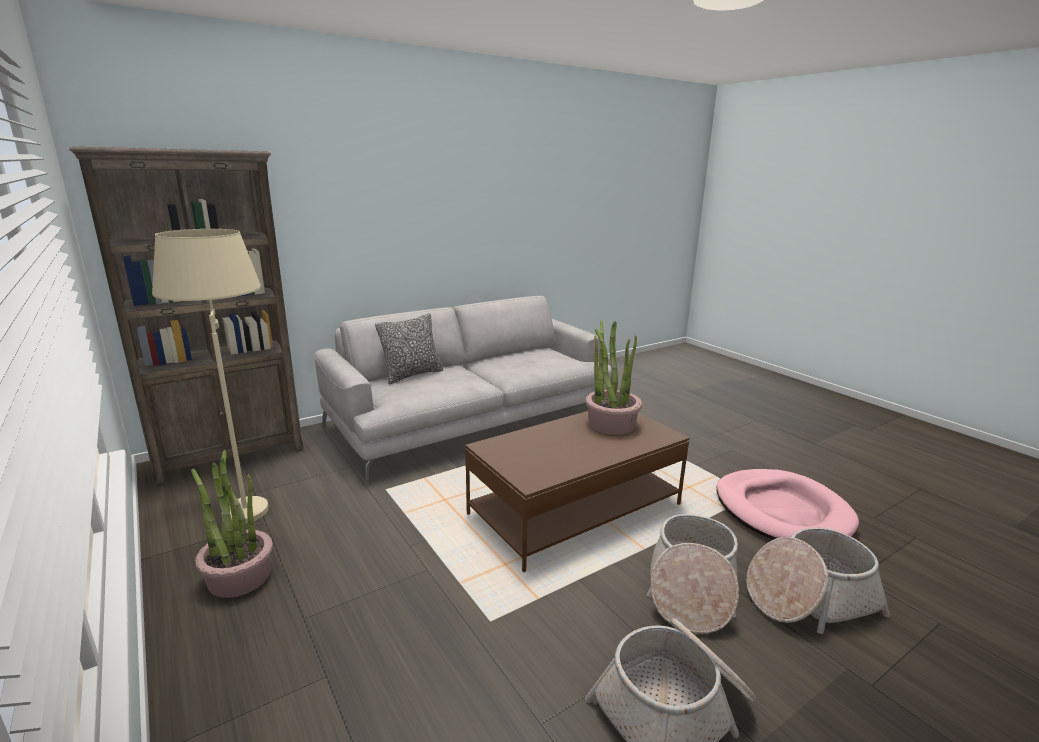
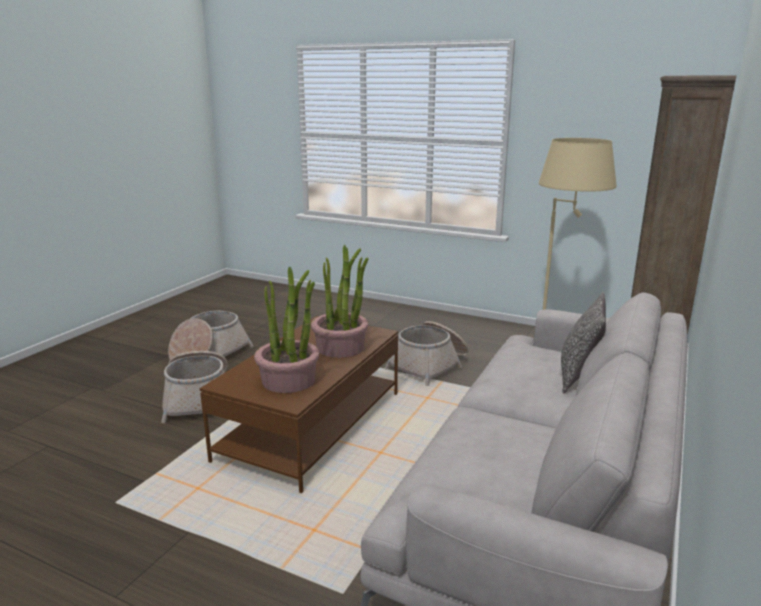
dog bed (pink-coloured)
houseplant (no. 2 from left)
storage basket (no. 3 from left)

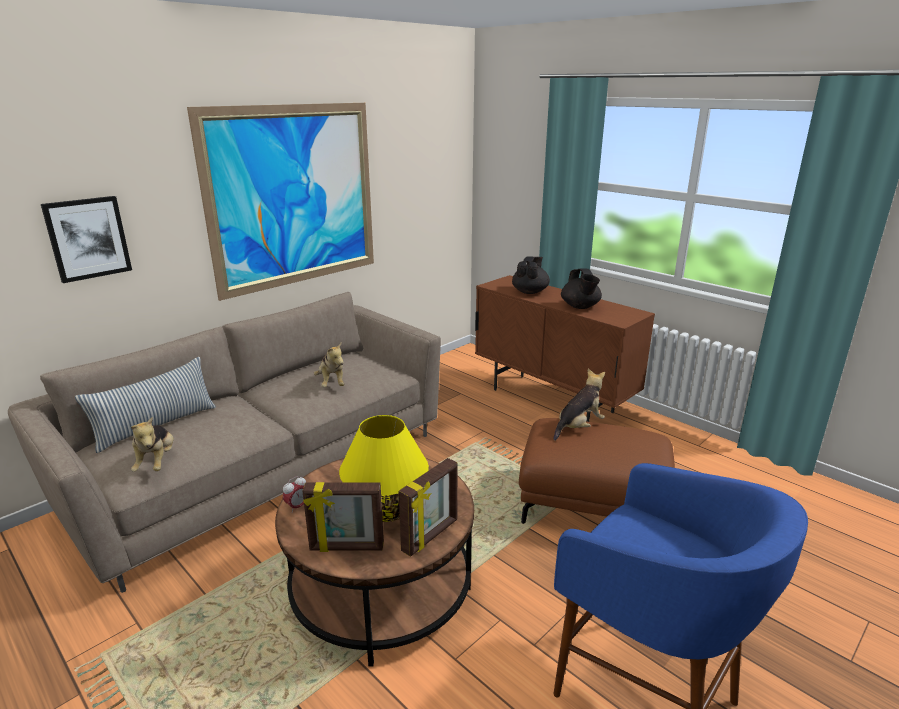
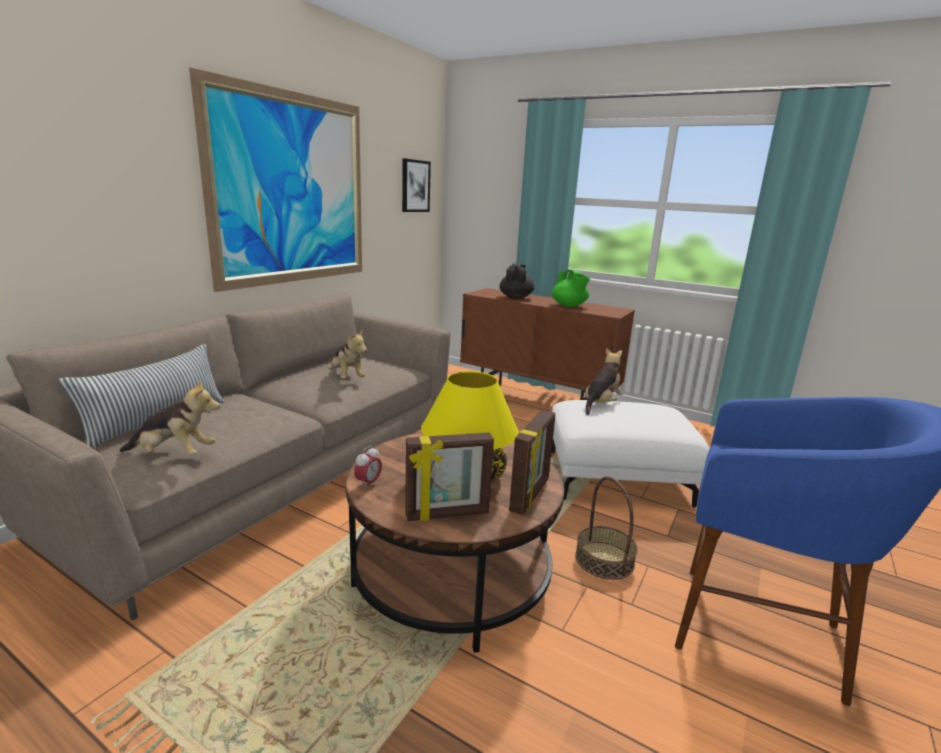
storage basket
wall picture (no. 2 from left)
footrest (whitish)
tea pot (green-coloured)
soft toy (no. 1 from left)

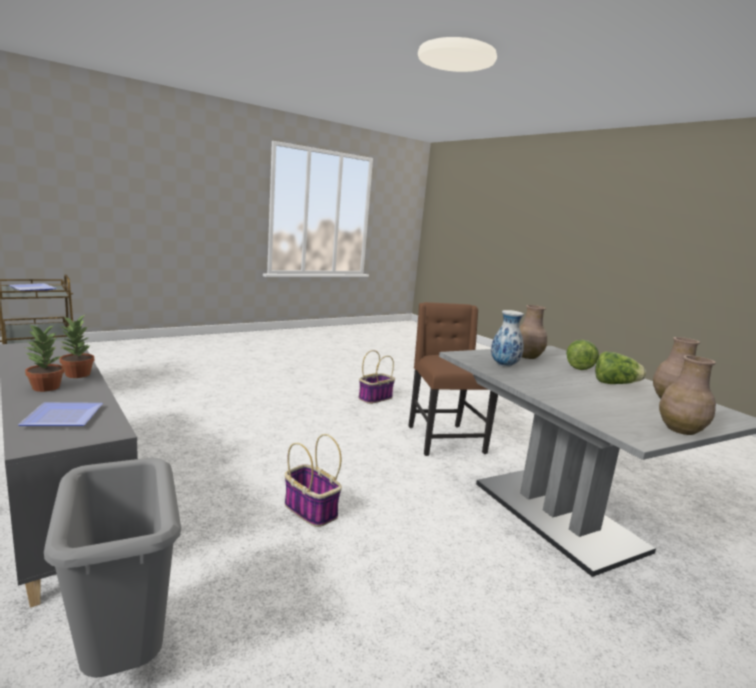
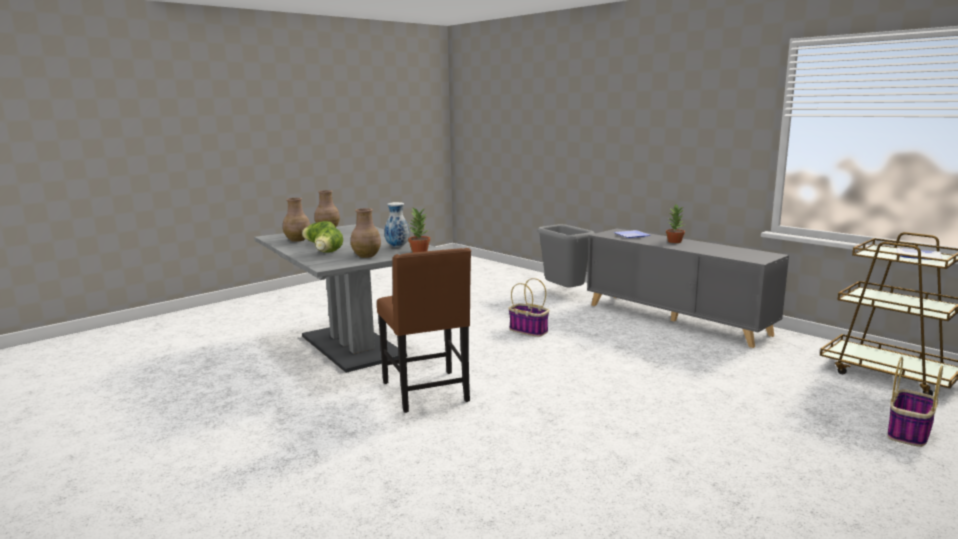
houseplant (no. 1 from left)
storage basket (no. 2 from left)

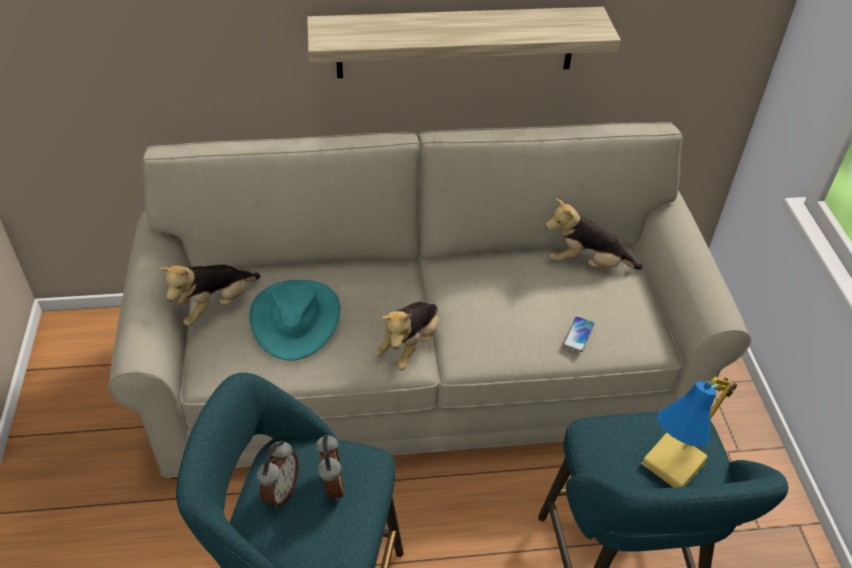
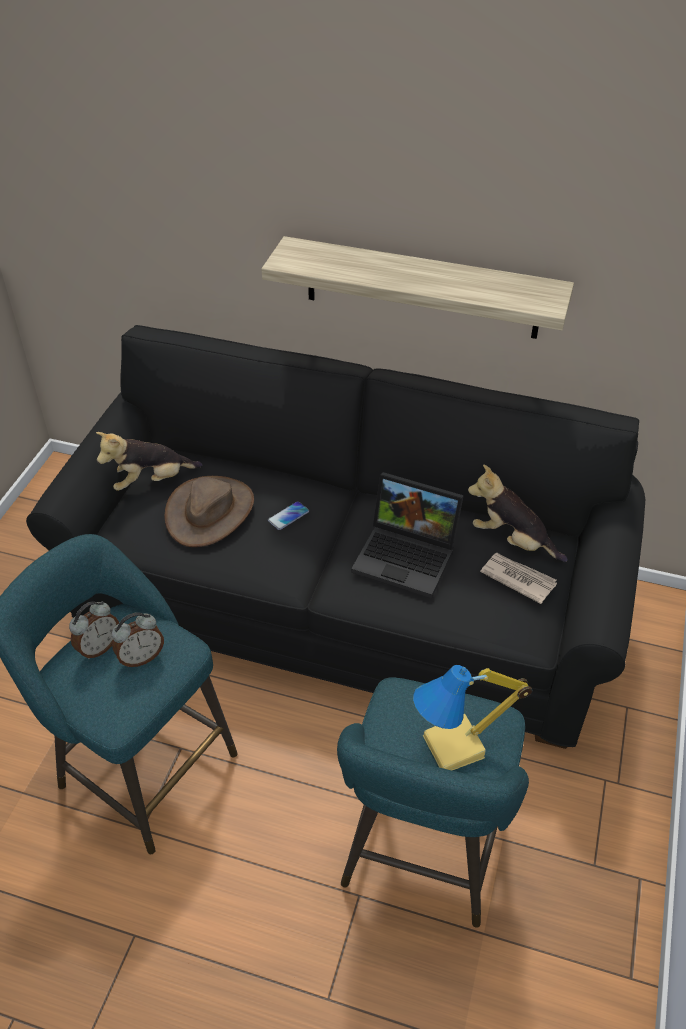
soft toy (no. 2 from left in the first image)
notebook computer
printed paper
telephone
settee (black-coloured)
clothing hat (brownish)
table clock (no. 2 from left)

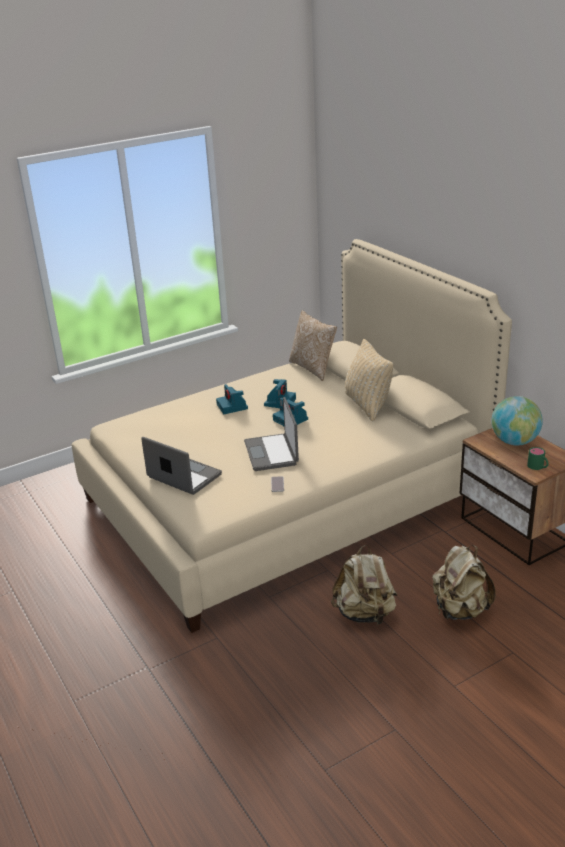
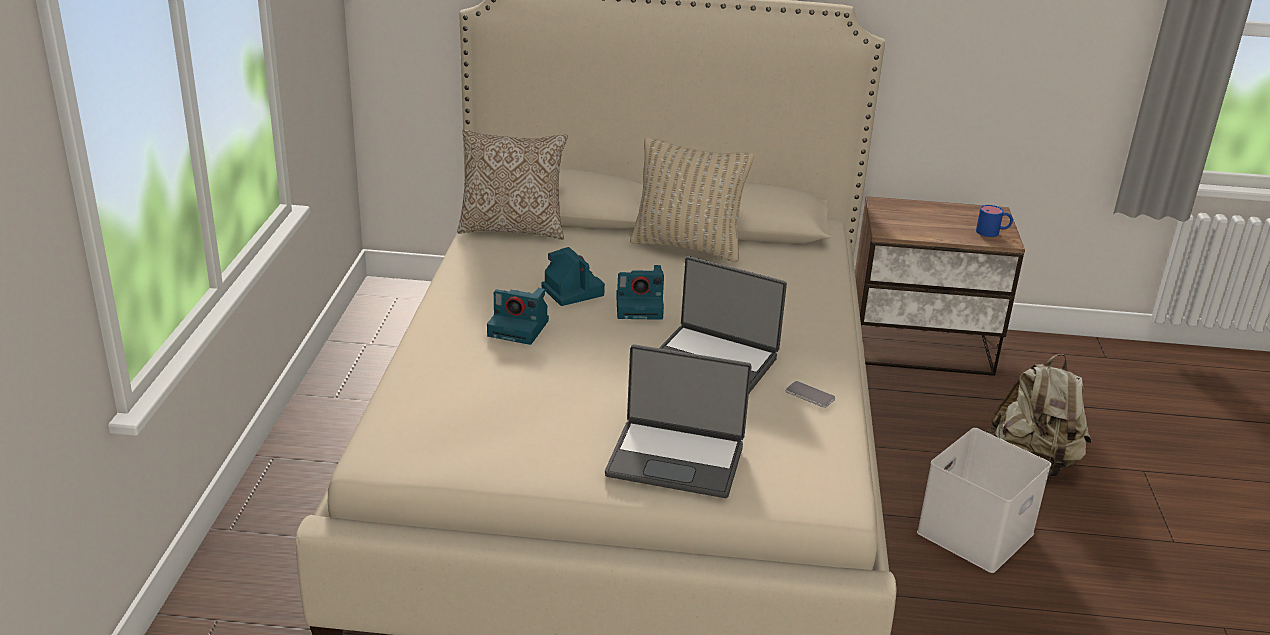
world globe
storage container (whitish)
coffee mug (bluish)
notebook computer (no. 1 from left)

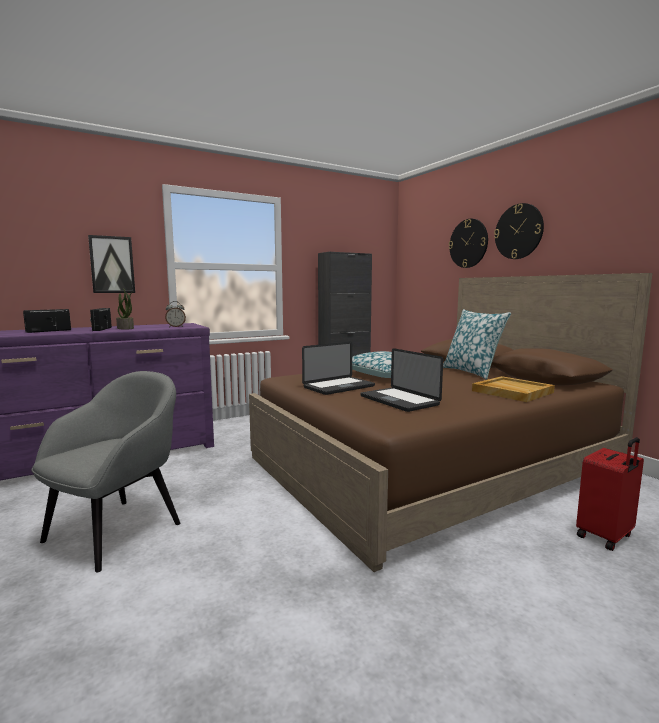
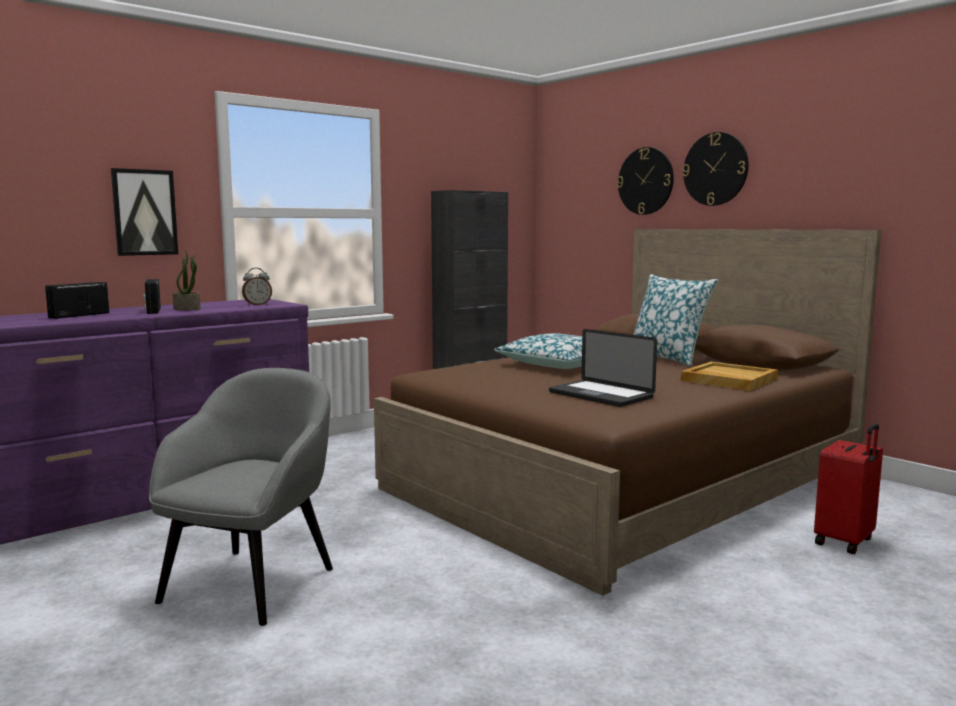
notebook computer (no. 1 from left in the first image)

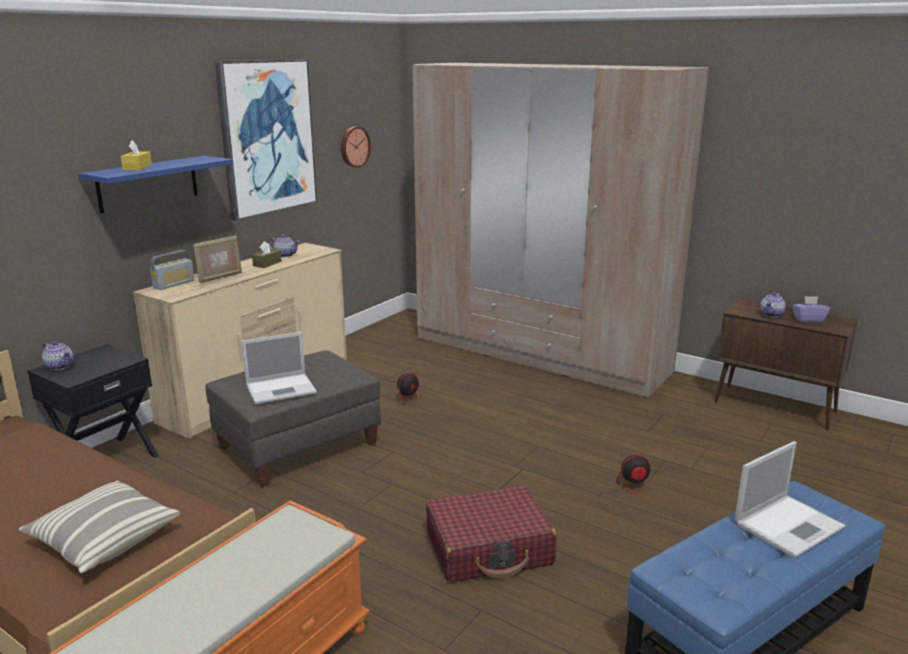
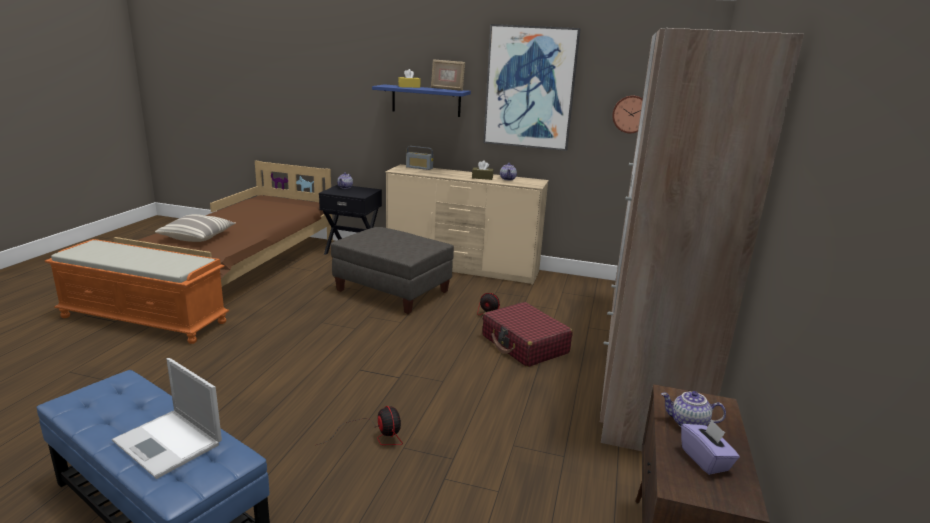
notebook computer (no. 1 from left in the first image)
photo frame
suitcase (red)

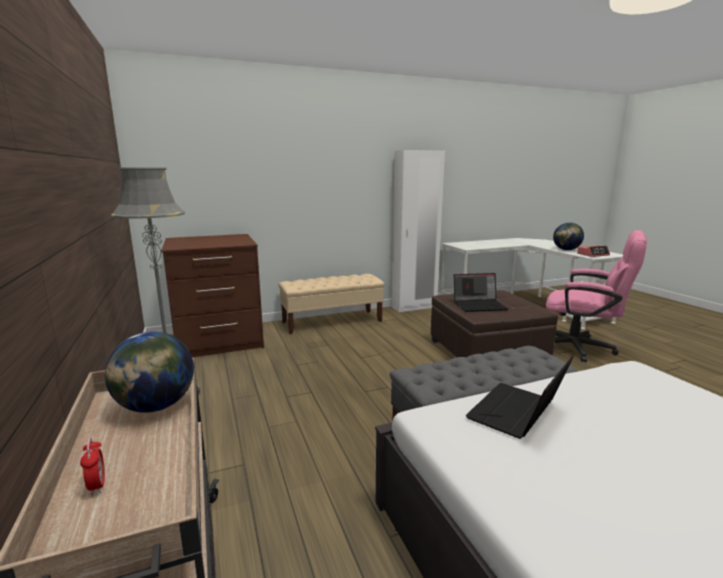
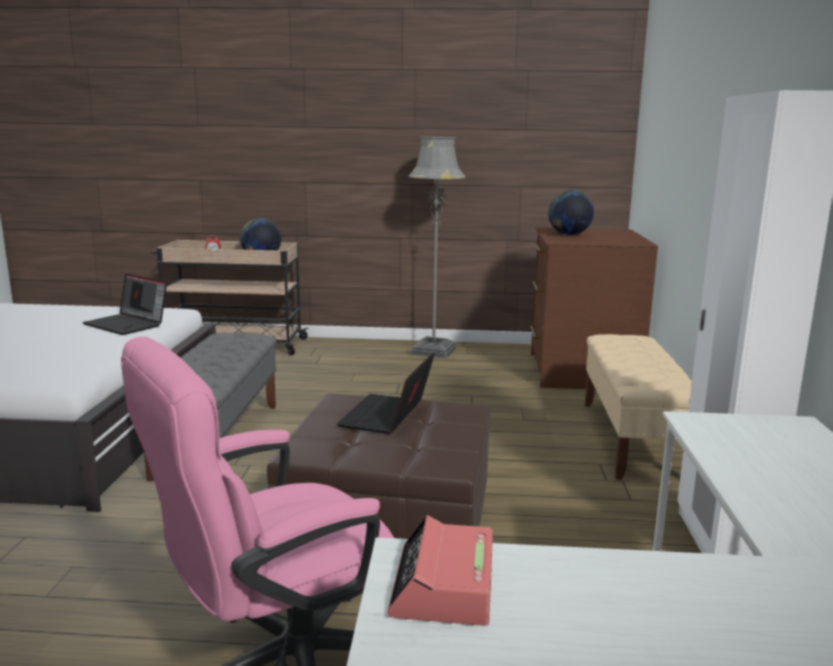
world globe (no. 2 from left)
notebook computer (no. 1 from left)

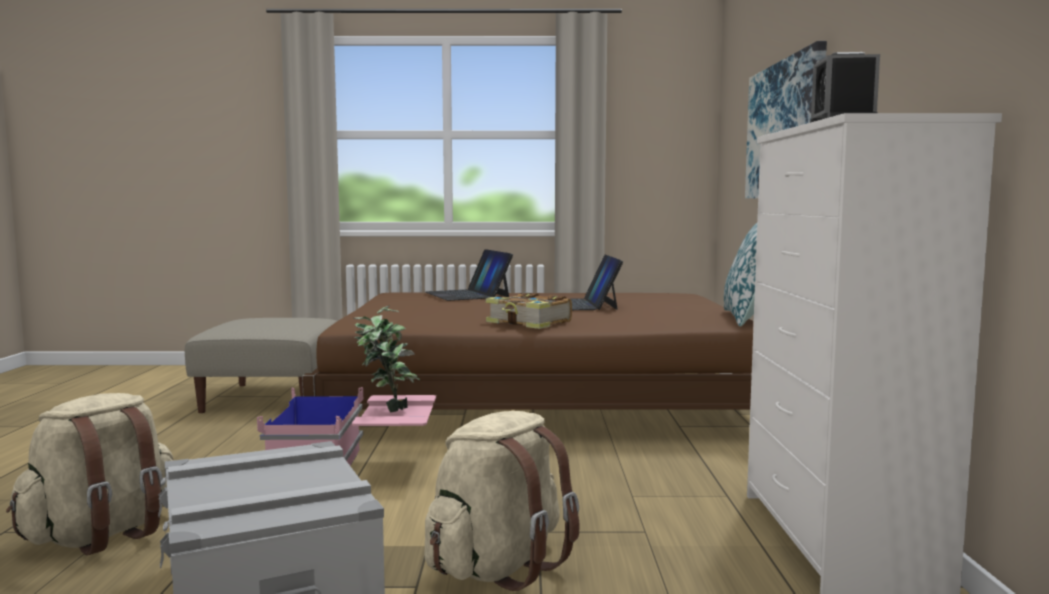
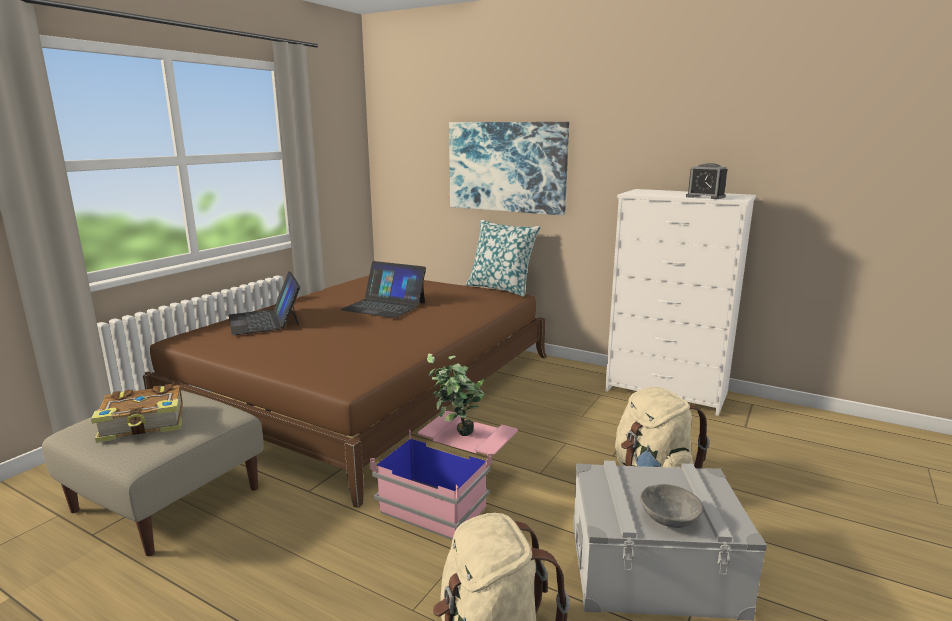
serving bowl (greyish)
volume
notebook computer (no. 1 from left)

